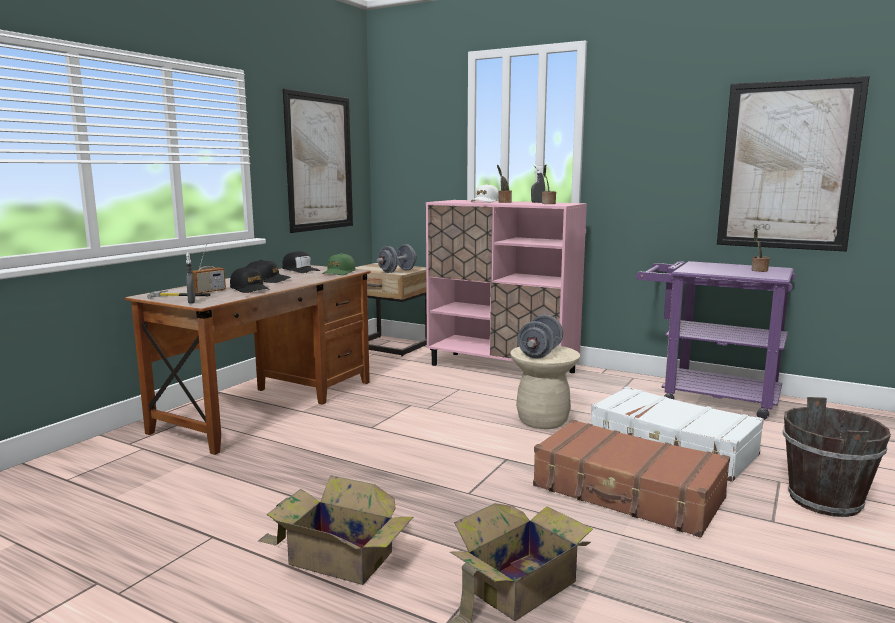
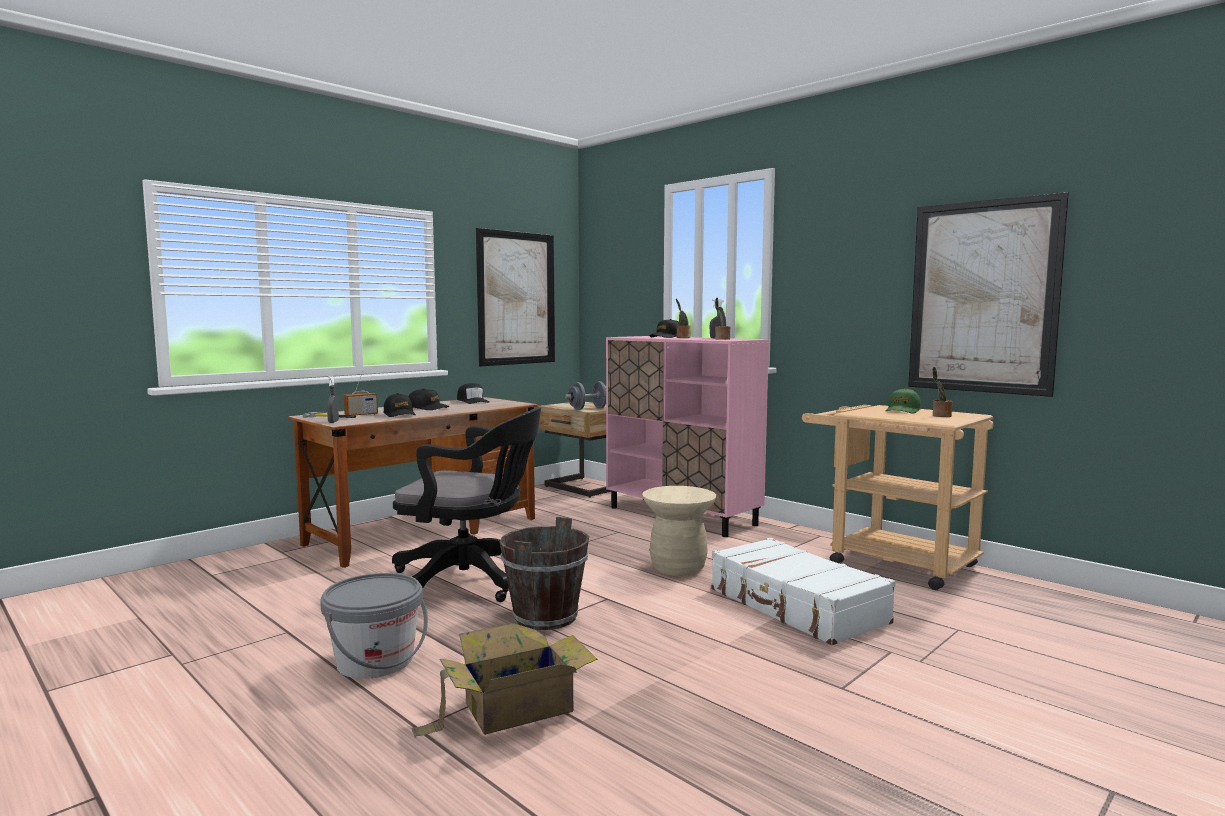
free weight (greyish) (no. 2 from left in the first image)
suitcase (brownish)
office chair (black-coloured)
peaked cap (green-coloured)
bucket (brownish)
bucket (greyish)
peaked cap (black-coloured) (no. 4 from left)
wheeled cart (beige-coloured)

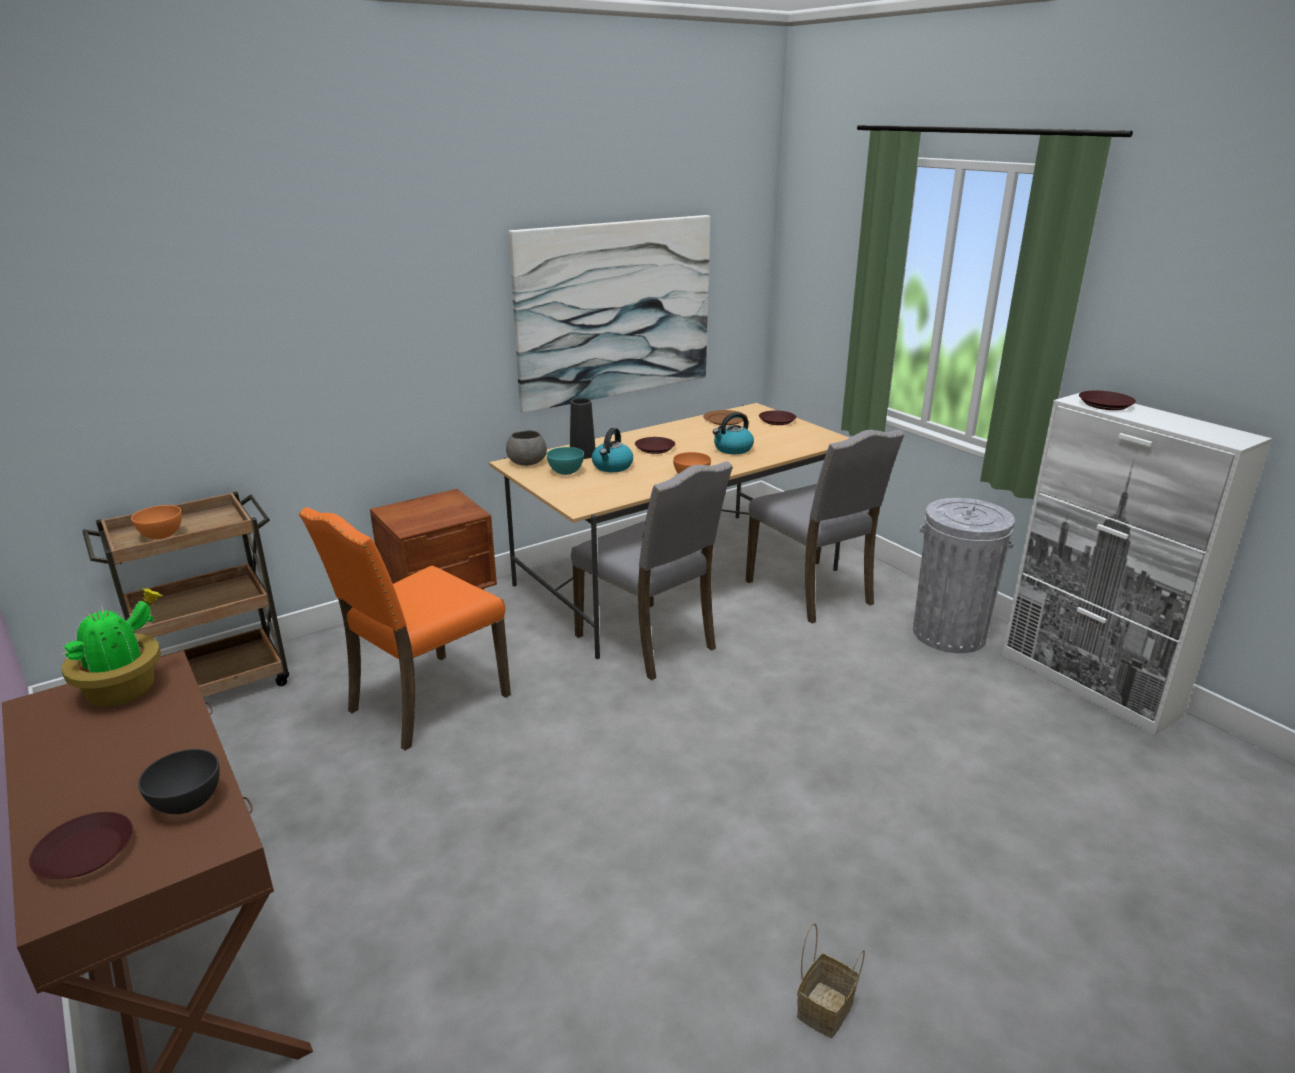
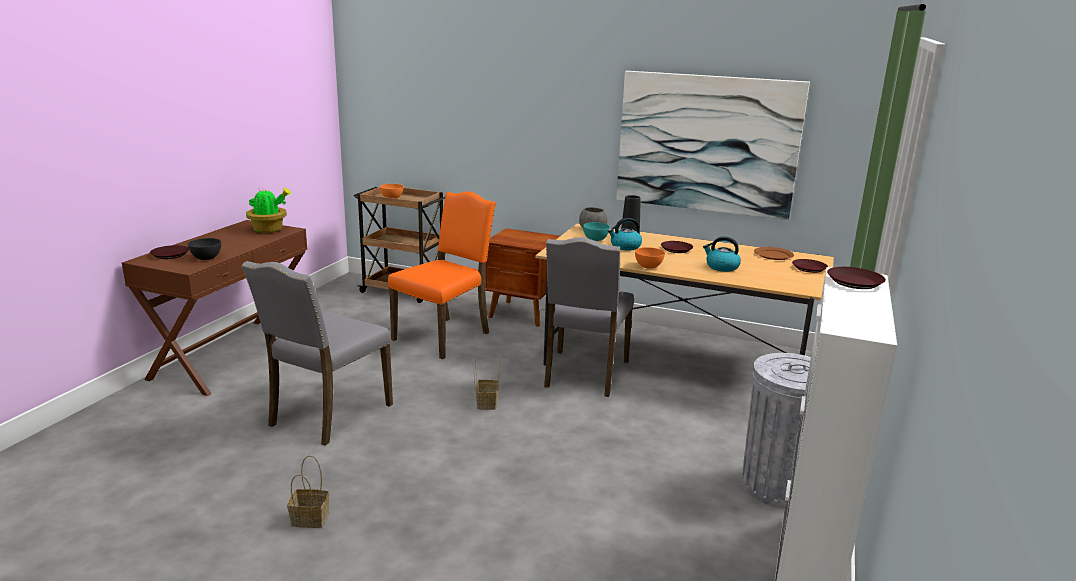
storage basket (no. 2 from left)
upright chair (greyish) (no. 1 from left)
upright chair (orange-coloured)

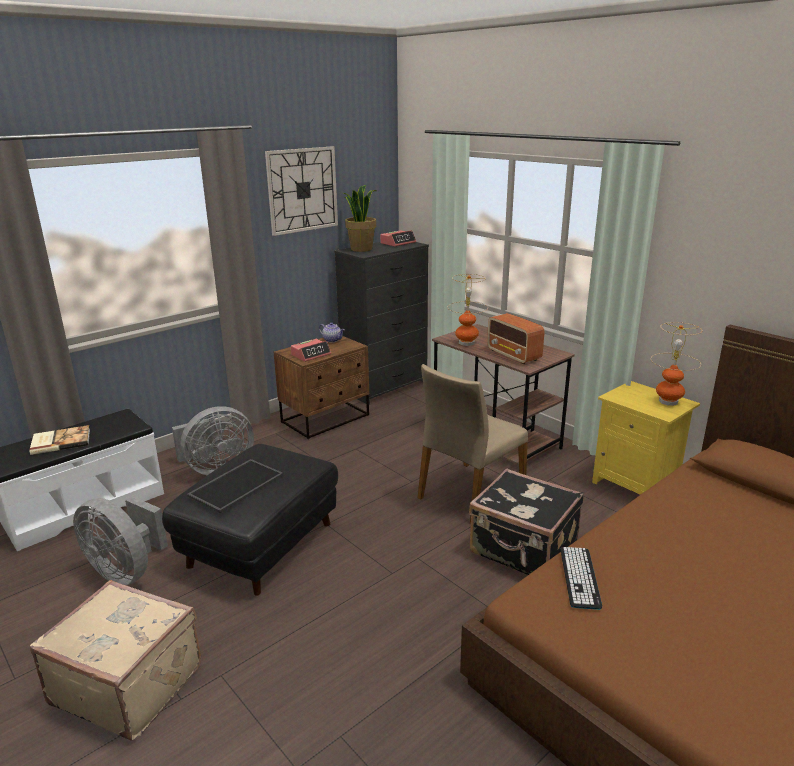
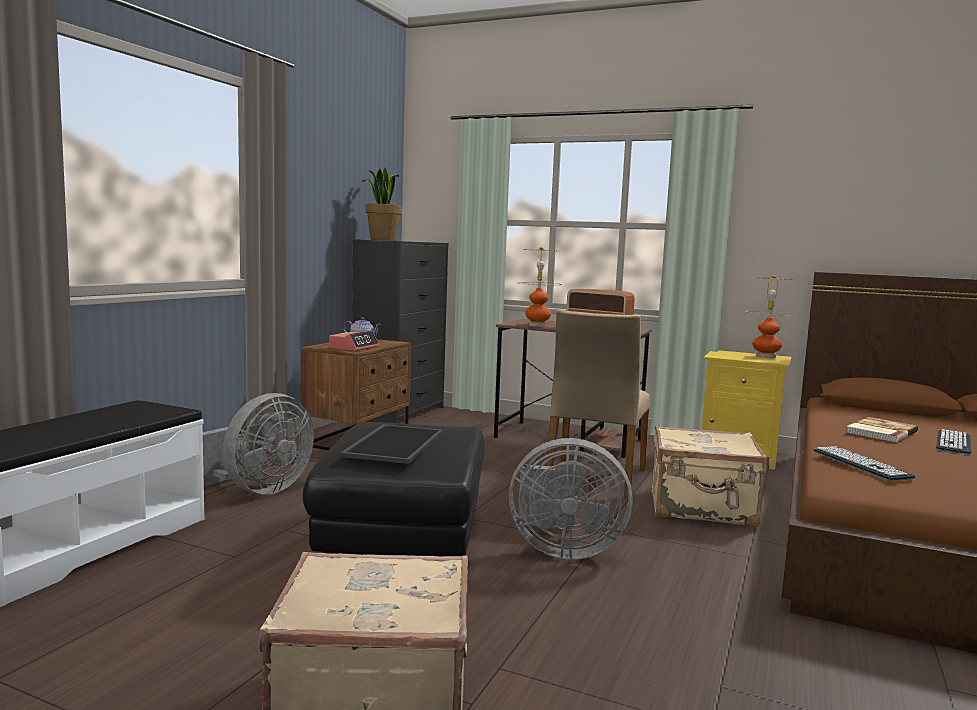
wall clock
table clock (no. 2 from left in the first image)
keyboard (no. 2 from left)
volume
fan (greyish) (no. 2 from left)
suitcase (beige-coloured) (no. 2 from left)

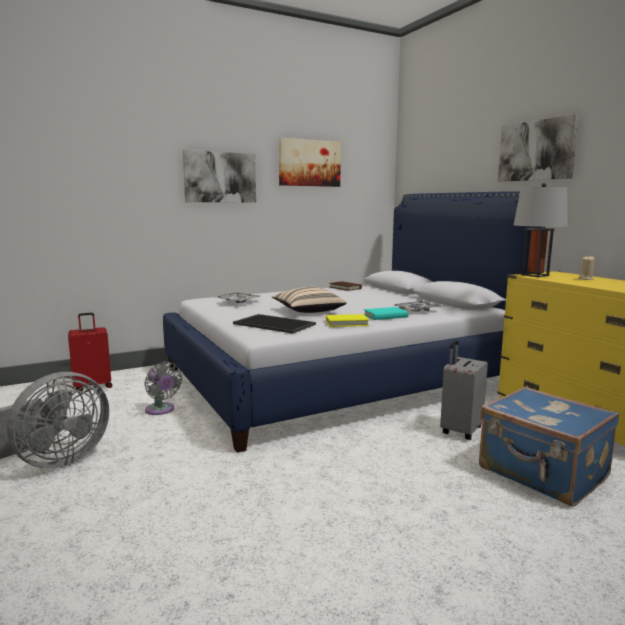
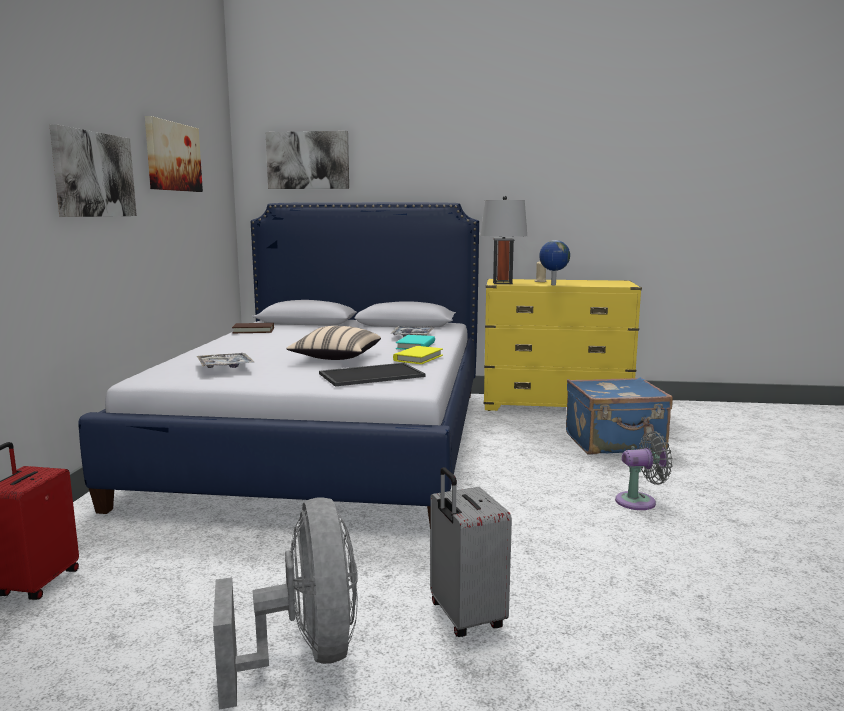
world globe
fan (greyish) (no. 2 from left)
suitcase (greyish)
wall picture (no. 3 from left)

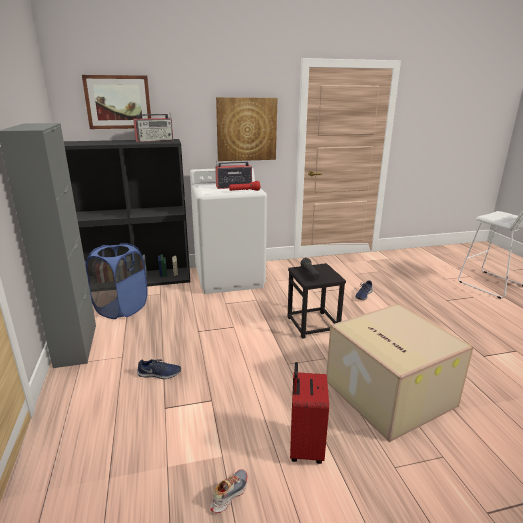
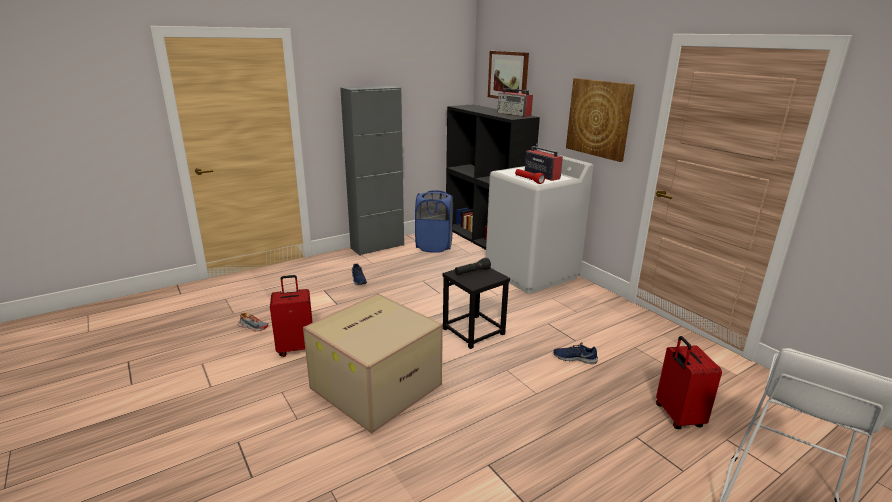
suitcase (red) (no. 2 from left)

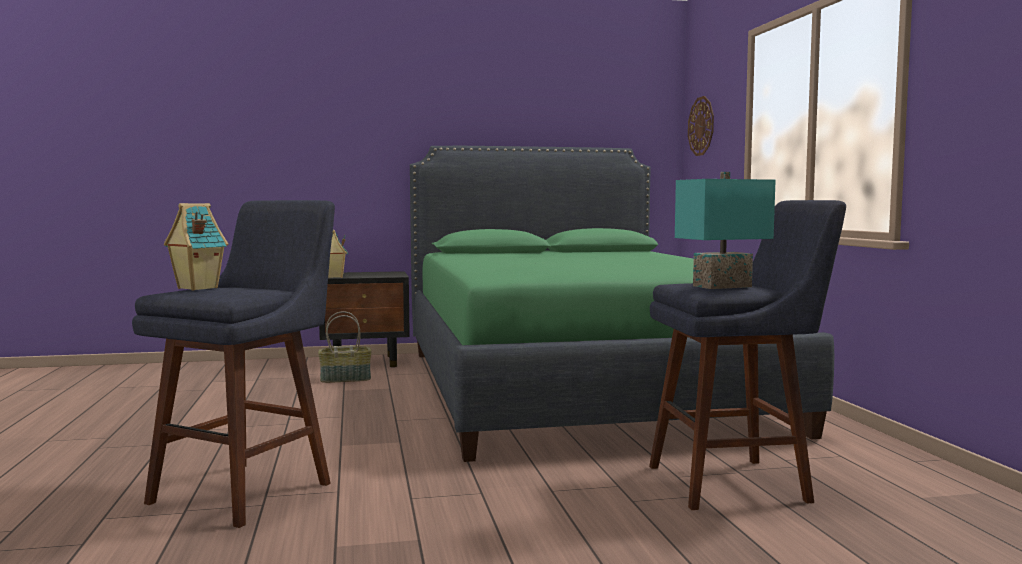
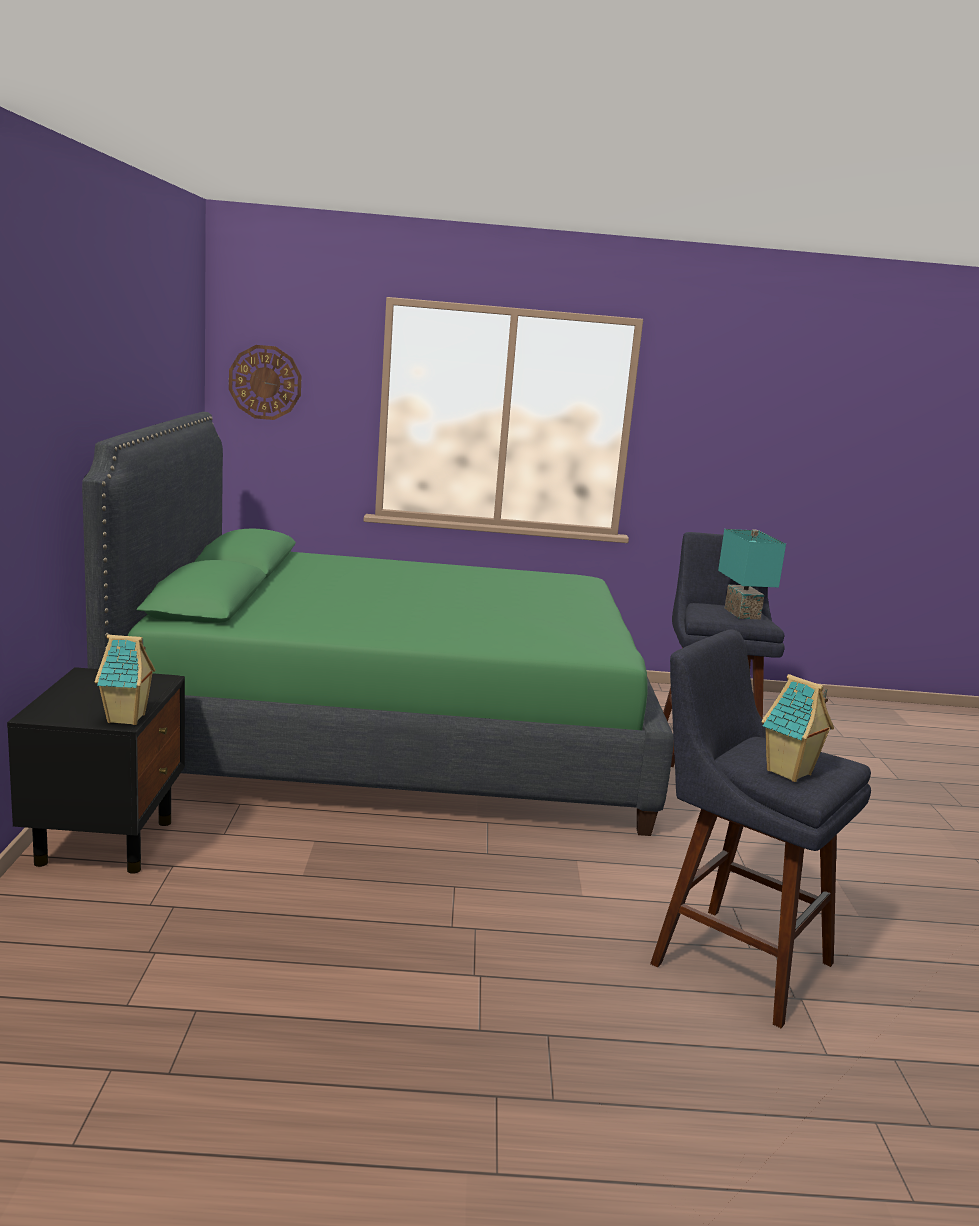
storage basket

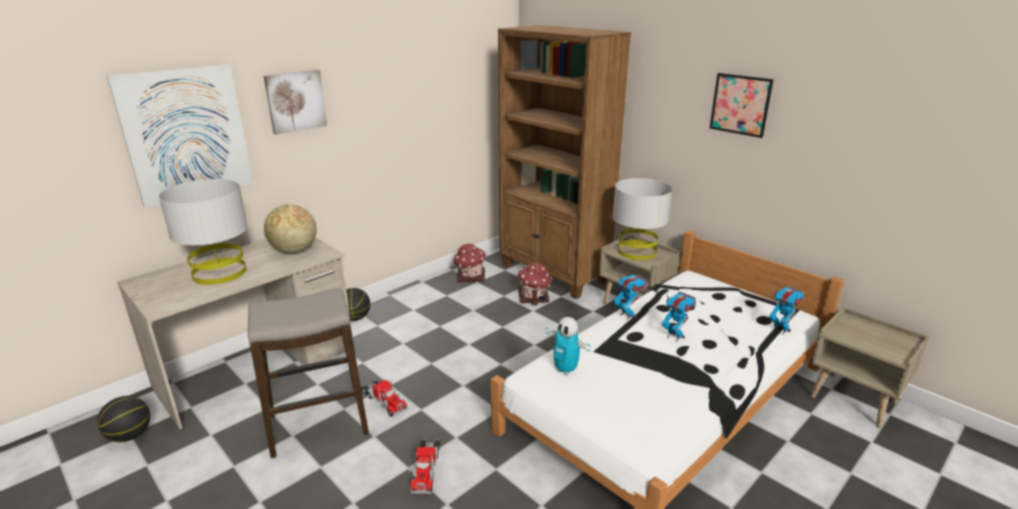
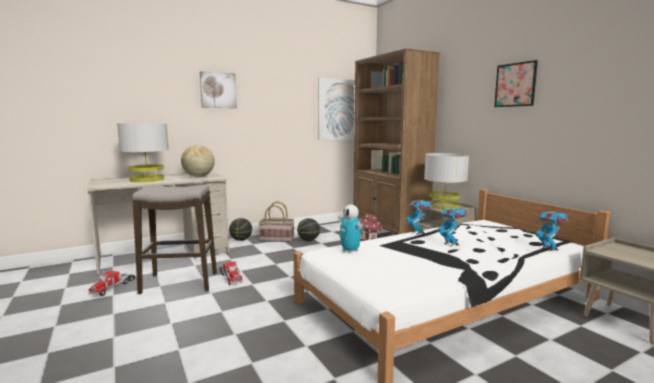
model house (no. 1 from left in the first image)
storage basket
basketball ball (no. 2 from left)
wall picture (no. 2 from left)
toy truck (no. 1 from left)

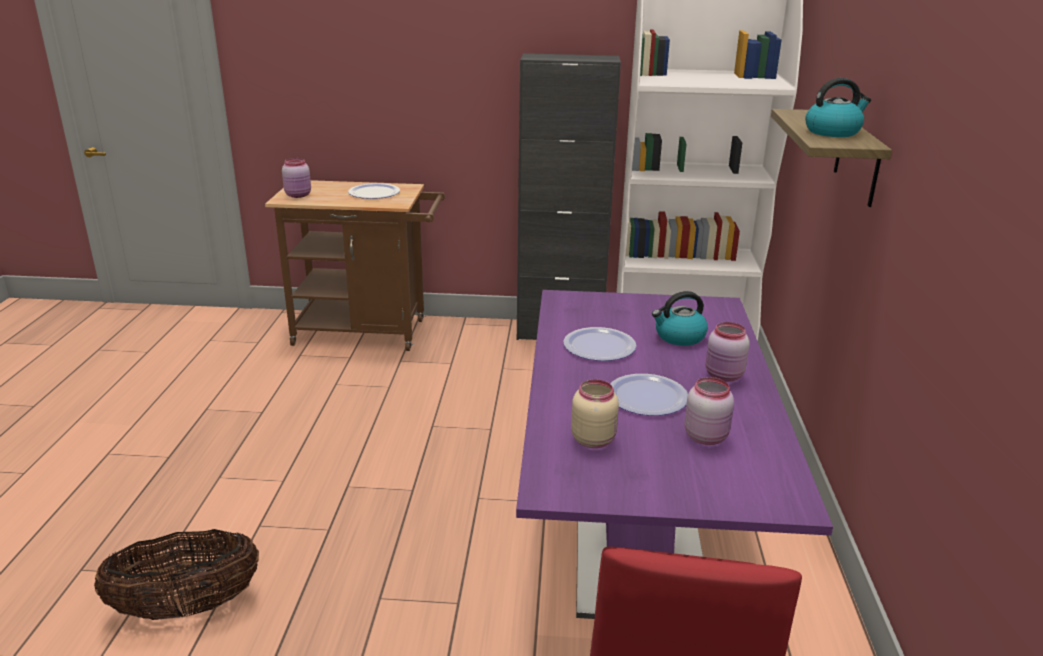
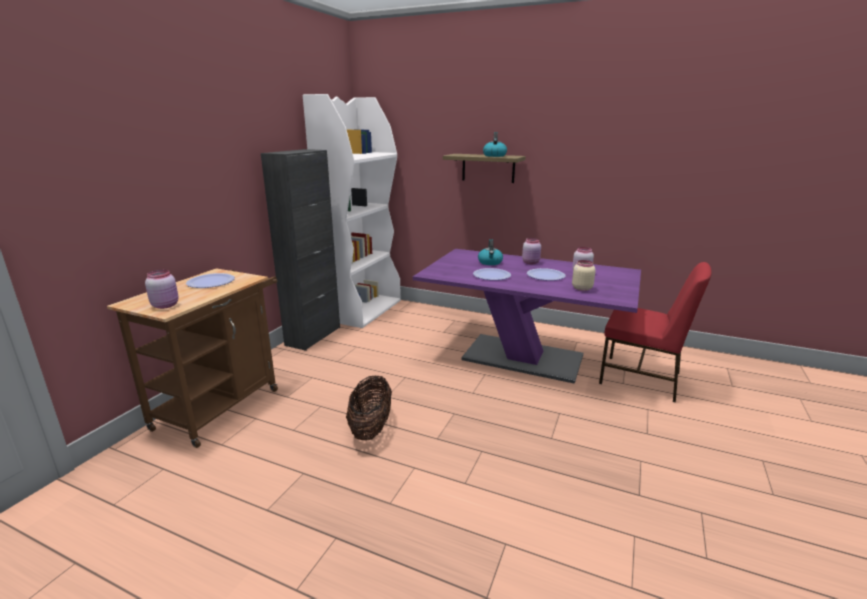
storage basket

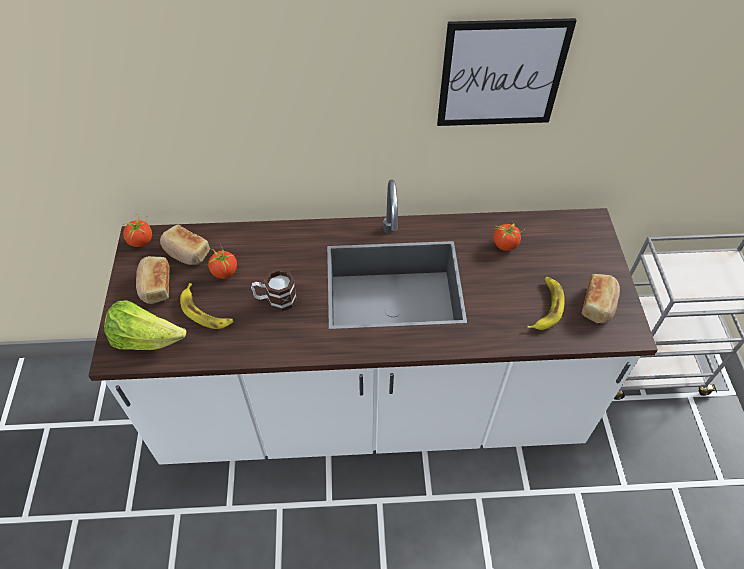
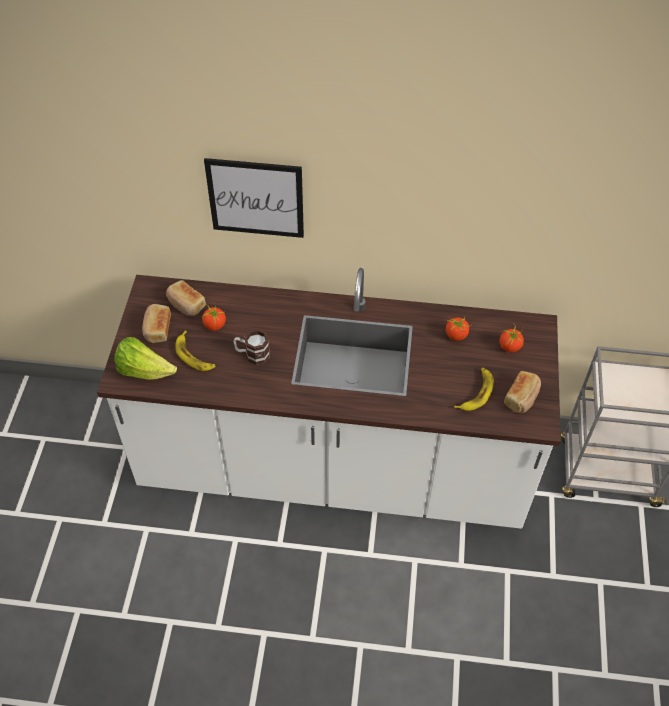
tomato (no. 3 from left)
wall picture

